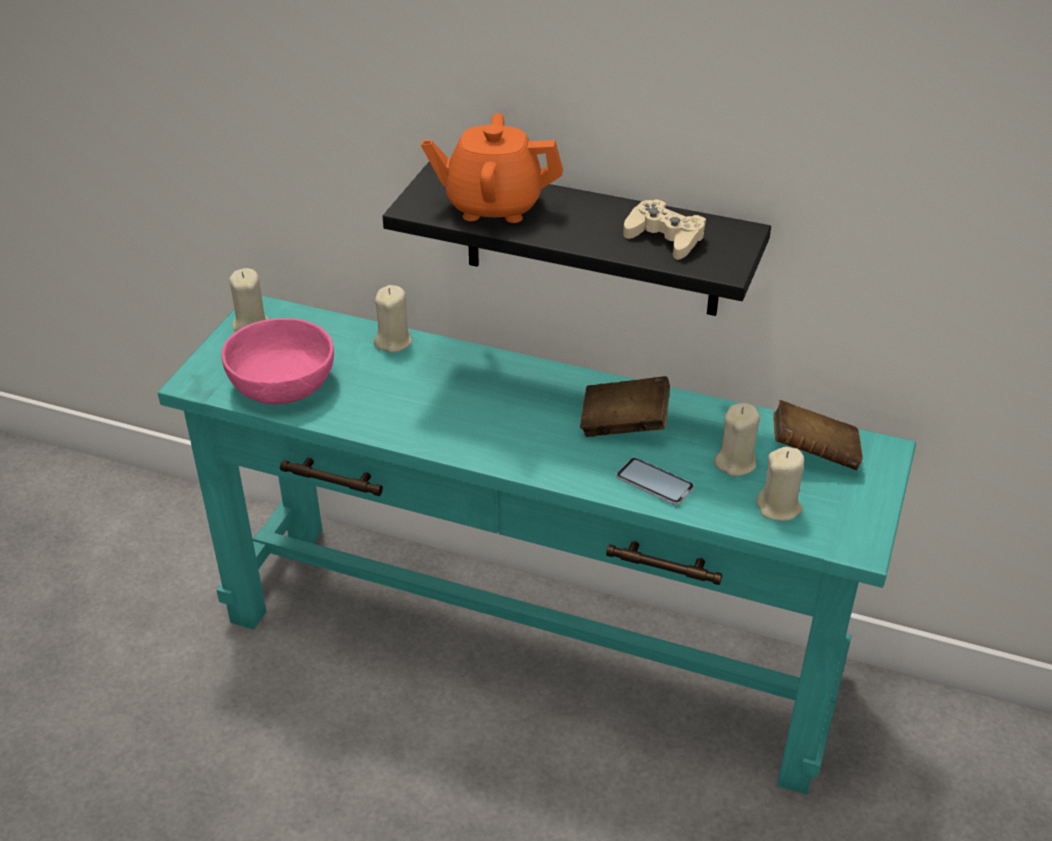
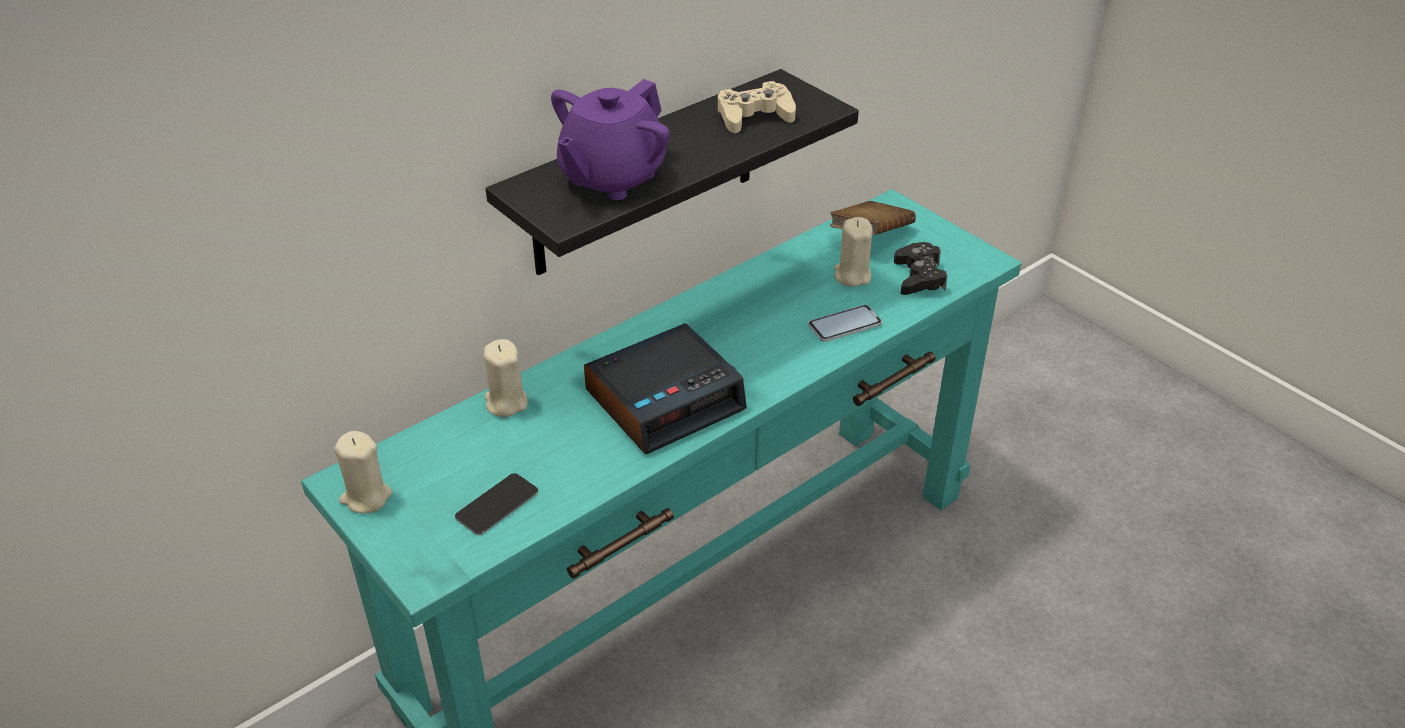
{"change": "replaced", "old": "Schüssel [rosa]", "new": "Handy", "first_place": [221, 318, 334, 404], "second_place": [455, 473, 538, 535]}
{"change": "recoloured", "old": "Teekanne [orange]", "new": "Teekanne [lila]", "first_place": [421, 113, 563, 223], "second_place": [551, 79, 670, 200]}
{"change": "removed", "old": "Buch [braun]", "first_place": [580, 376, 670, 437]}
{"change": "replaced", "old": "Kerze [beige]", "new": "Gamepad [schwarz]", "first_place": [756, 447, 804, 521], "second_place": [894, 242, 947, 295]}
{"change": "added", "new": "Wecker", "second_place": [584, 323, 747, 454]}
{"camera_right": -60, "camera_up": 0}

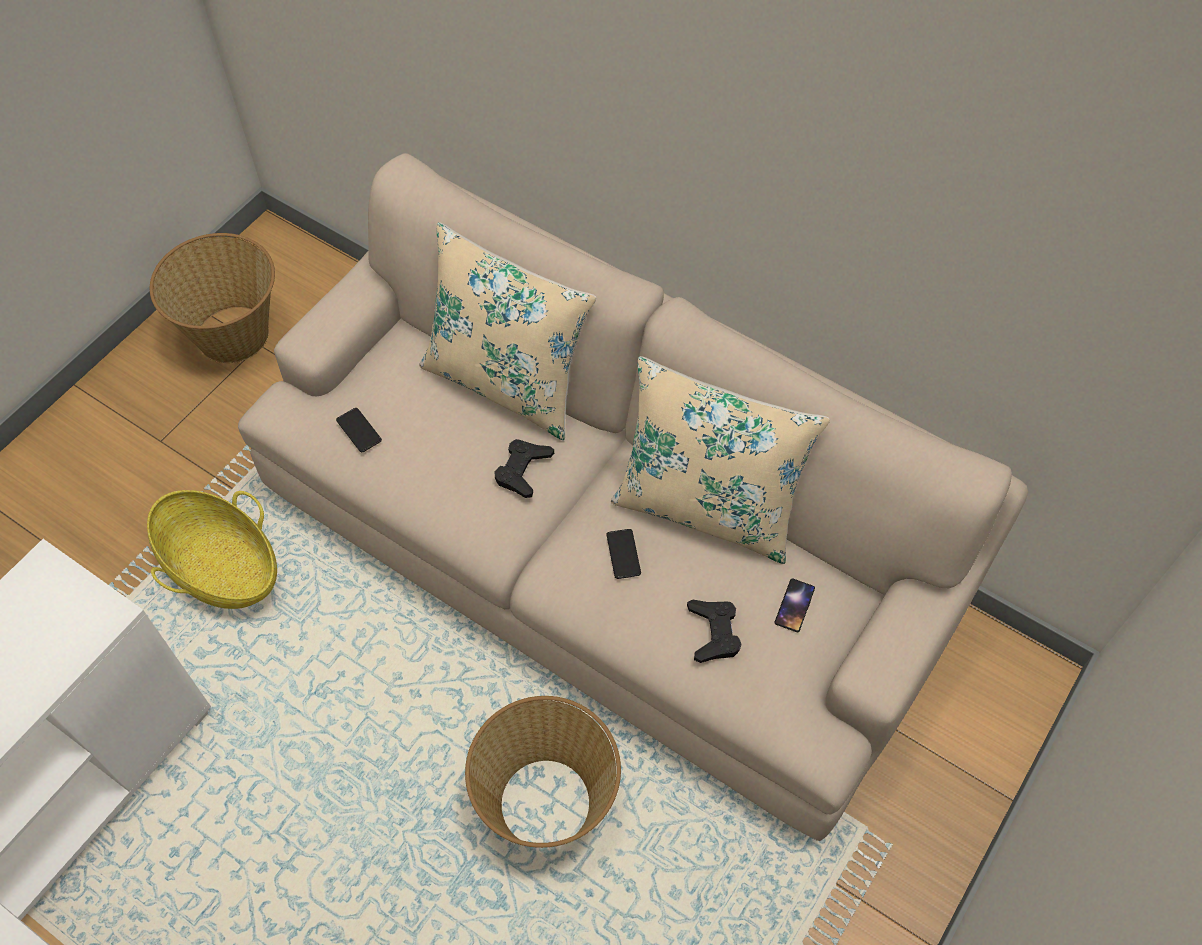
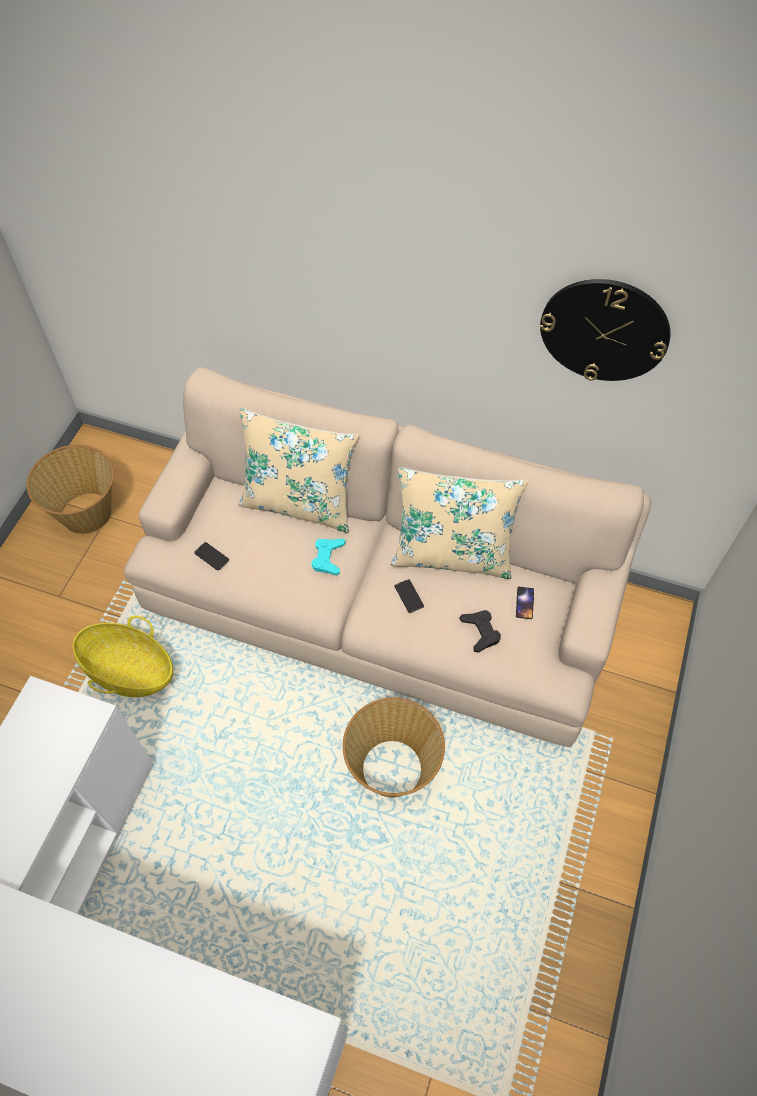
{"change": "recoloured", "old": "Gamepad [schwarz]", "new": "Gamepad [türkis]", "first_place": [495, 439, 554, 498], "second_place": [311, 539, 346, 575]}
{"change": "added", "new": "Wanduhr", "second_place": [540, 279, 671, 381]}
{"camera_right": -15, "camera_up": 0}

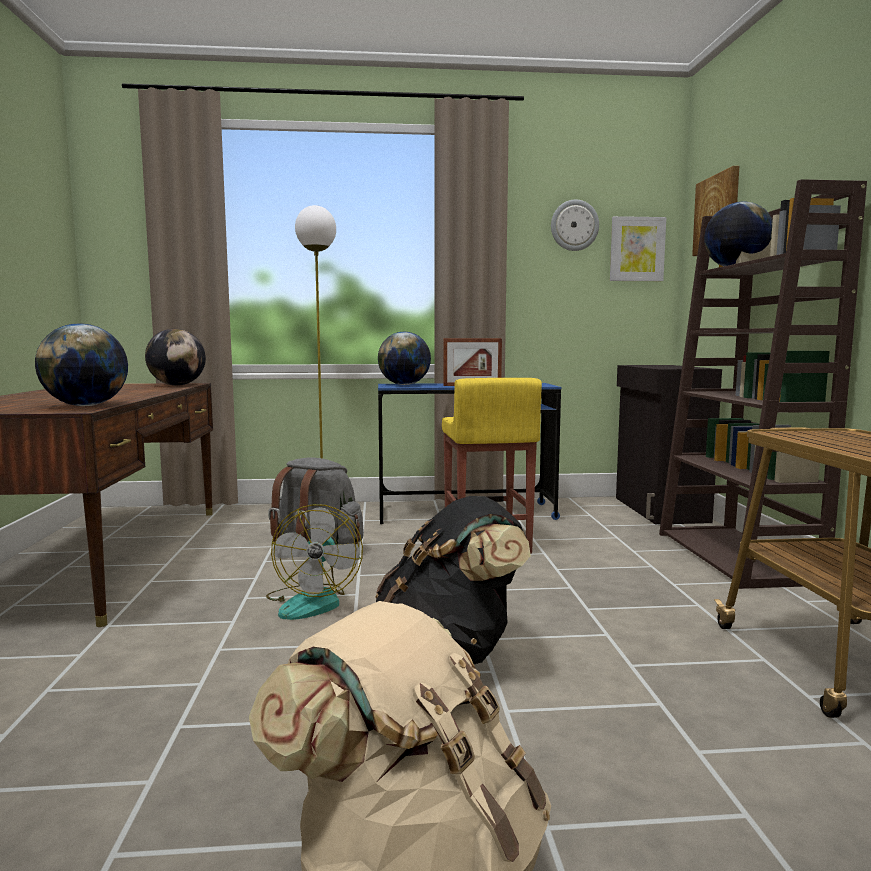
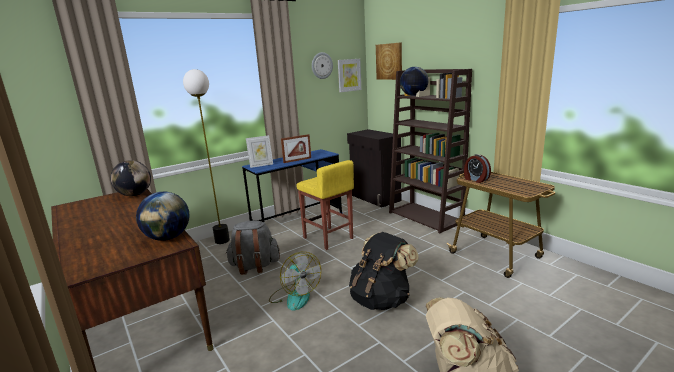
{"change": "replaced", "old": "Globus", "new": "Bilderrahmen", "first_place": [378, 332, 431, 385], "second_place": [246, 135, 273, 168]}
{"change": "added", "new": "Wecker", "second_place": [464, 154, 491, 183]}
{"camera_right": -30, "camera_up": 10}

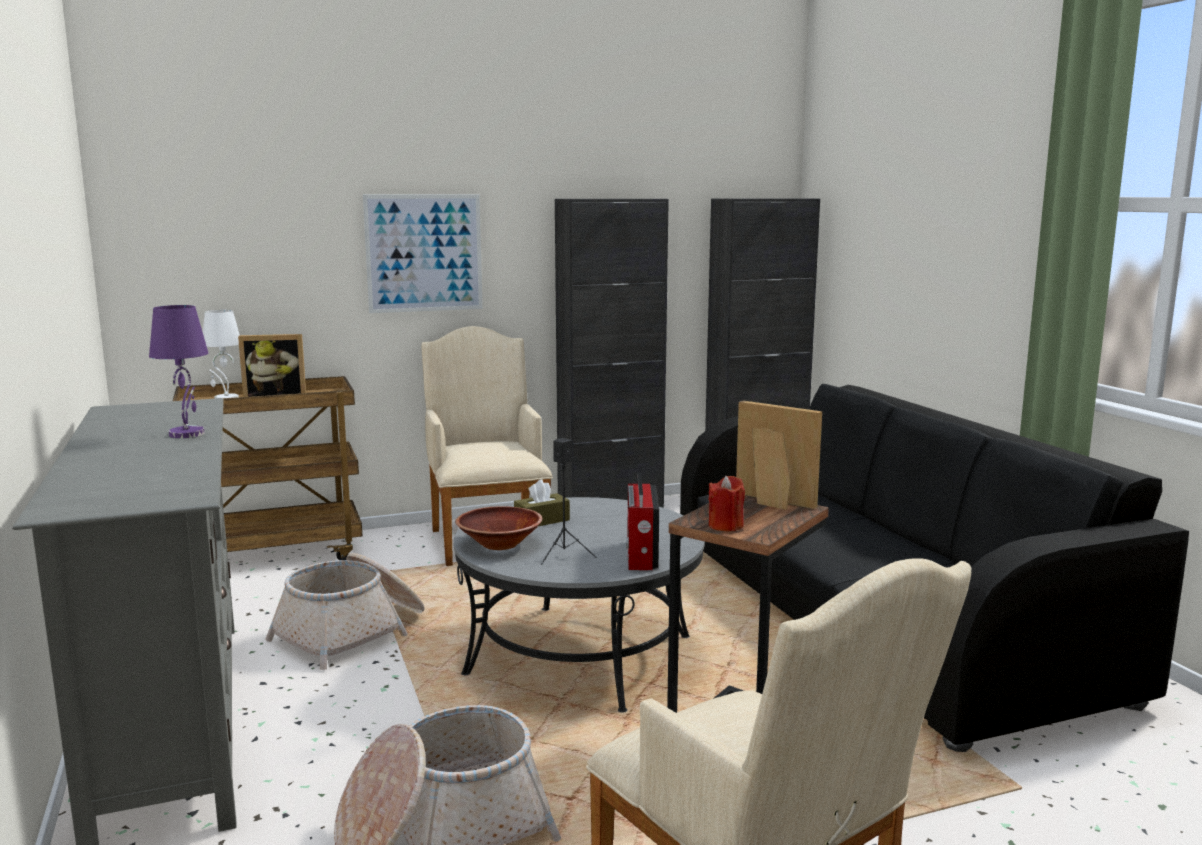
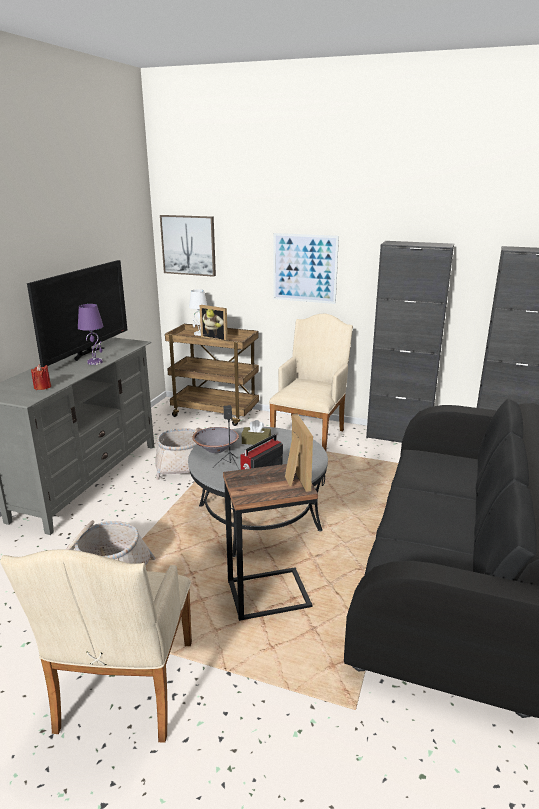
{"change": "recoloured", "old": "Schüssel [braun]", "new": "Schüssel [grau]", "first_place": [455, 506, 542, 550], "second_place": [192, 427, 239, 453]}
{"change": "moved", "old": "Kerze [rot]", "first_place": [709, 476, 745, 531], "second_place": [31, 364, 51, 390]}
{"change": "added", "new": "Fernseher", "second_place": [27, 260, 127, 367]}
{"change": "added", "new": "Bild", "second_place": [160, 215, 216, 277]}
{"camera_right": 40, "camera_up": 10}

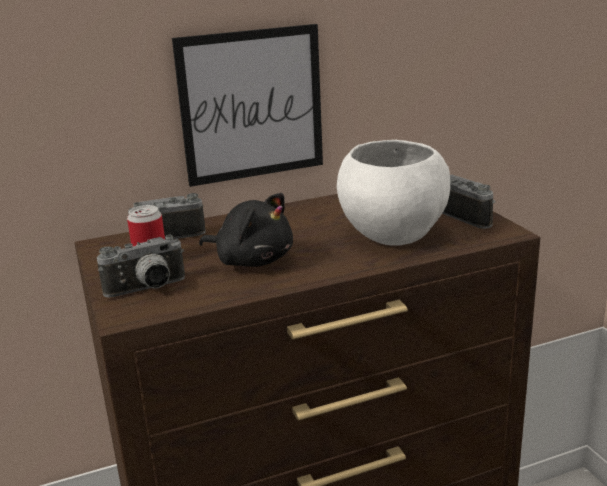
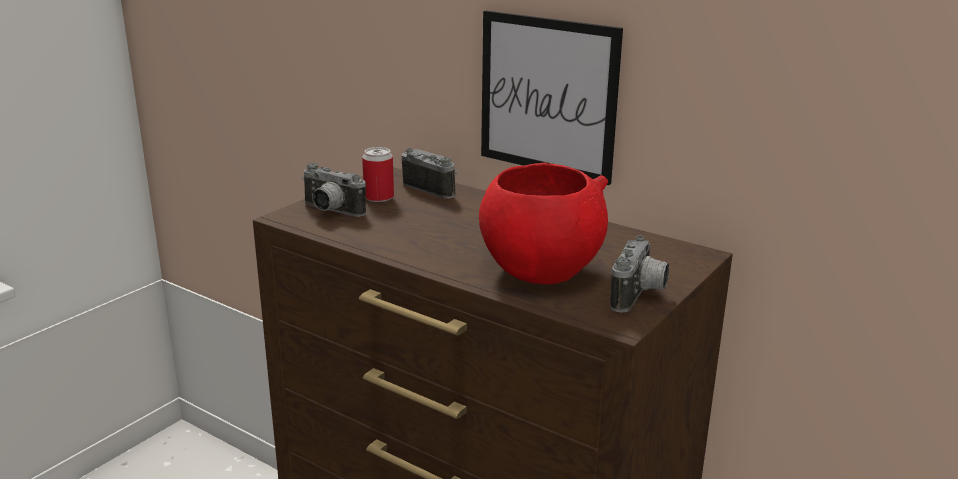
{"change": "removed", "old": "Plüschtier [schwarz]", "first_place": [199, 193, 293, 267]}
{"change": "recoloured", "old": "Schüssel [weiß]", "new": "Schüssel [rot]", "first_place": [337, 140, 450, 246], "second_place": [479, 162, 608, 284]}
{"camera_right": 55, "camera_up": 0}

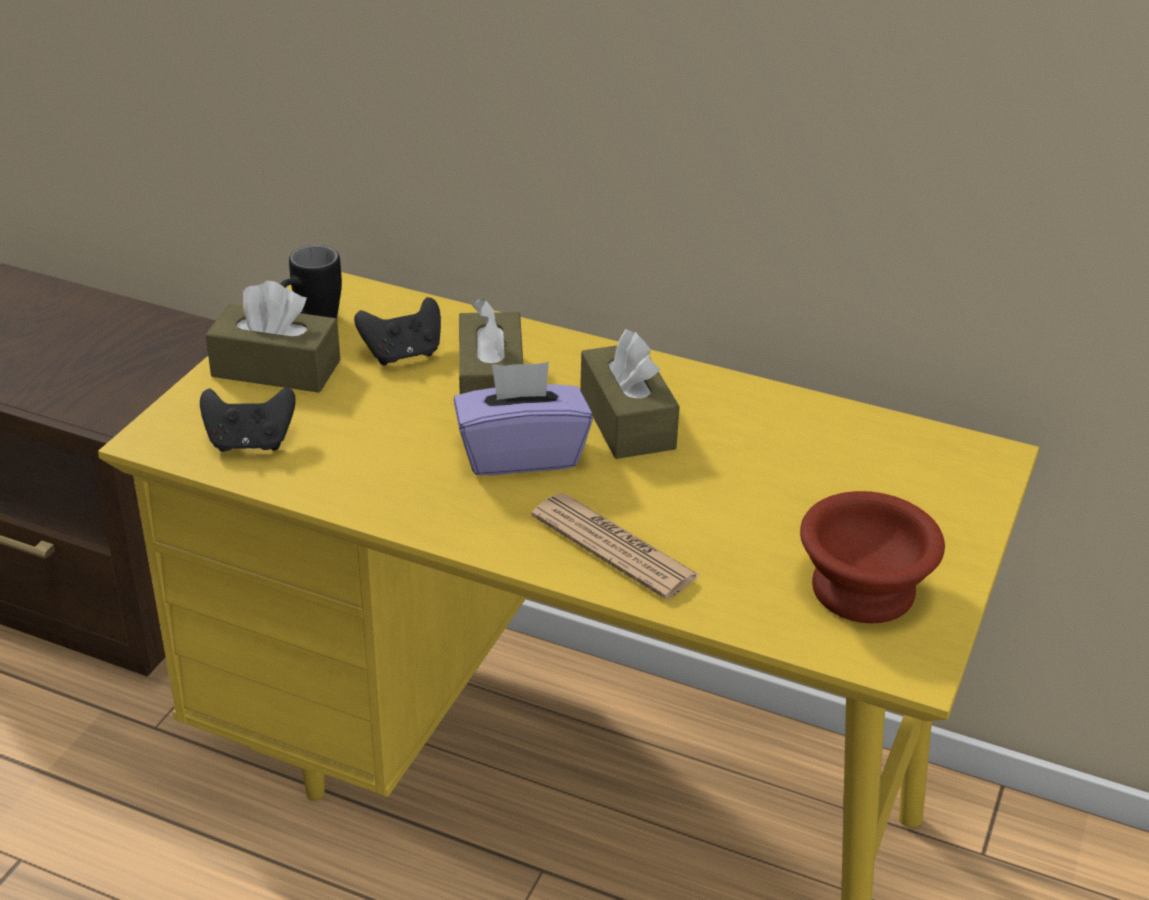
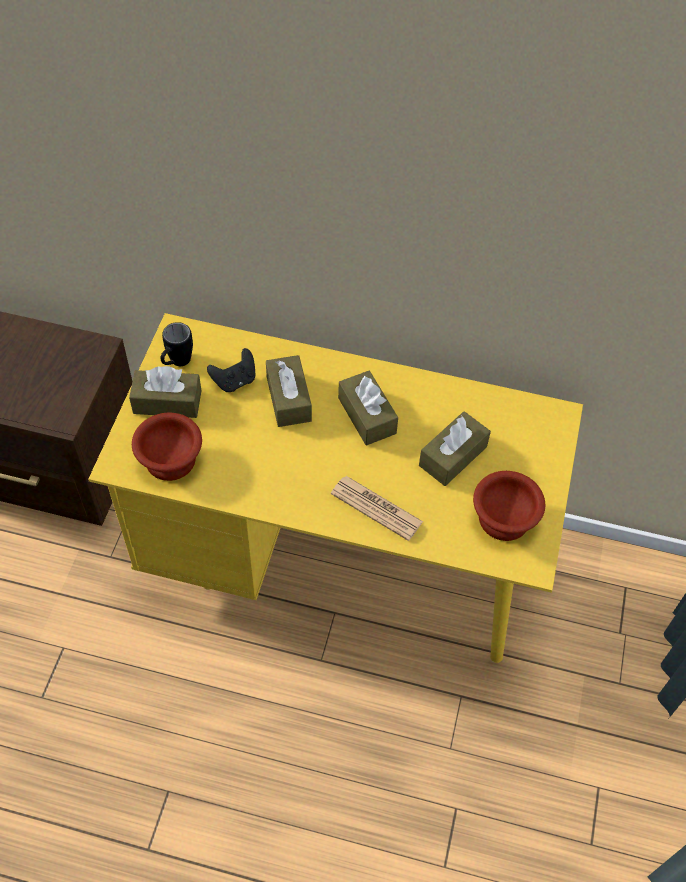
{"change": "replaced", "old": "Gamepad [schwarz]", "new": "Schüssel [braun]", "first_place": [200, 387, 296, 452], "second_place": [132, 413, 202, 481]}
{"change": "removed", "old": "Taschentuchbox [lila]", "first_place": [454, 362, 593, 475]}
{"change": "added", "new": "Taschentuchbox [braun]", "second_place": [419, 411, 491, 486]}
{"camera_right": -10, "camera_up": 20}

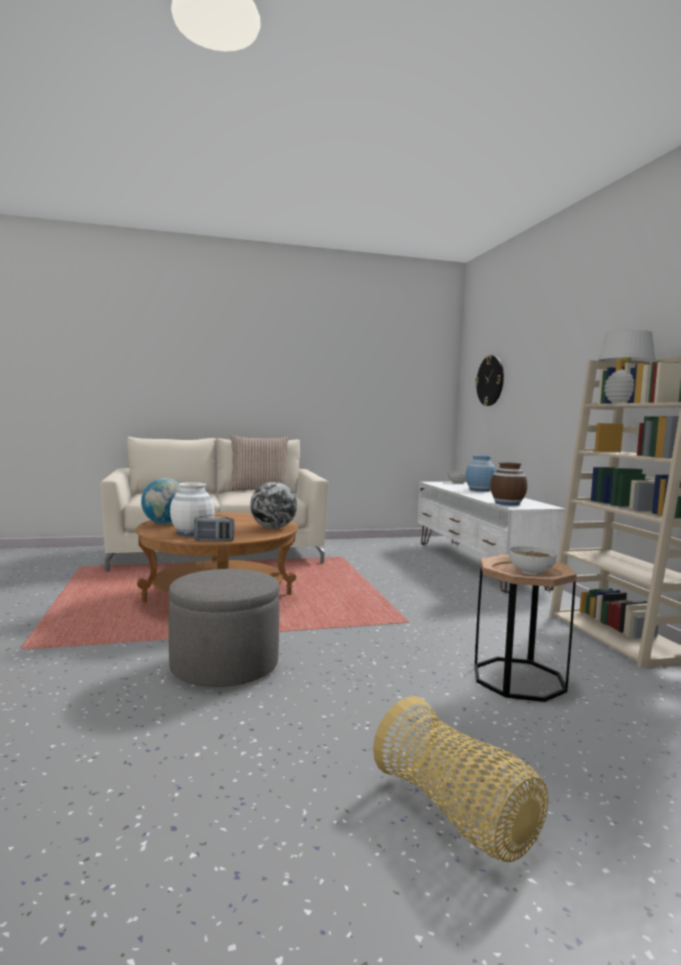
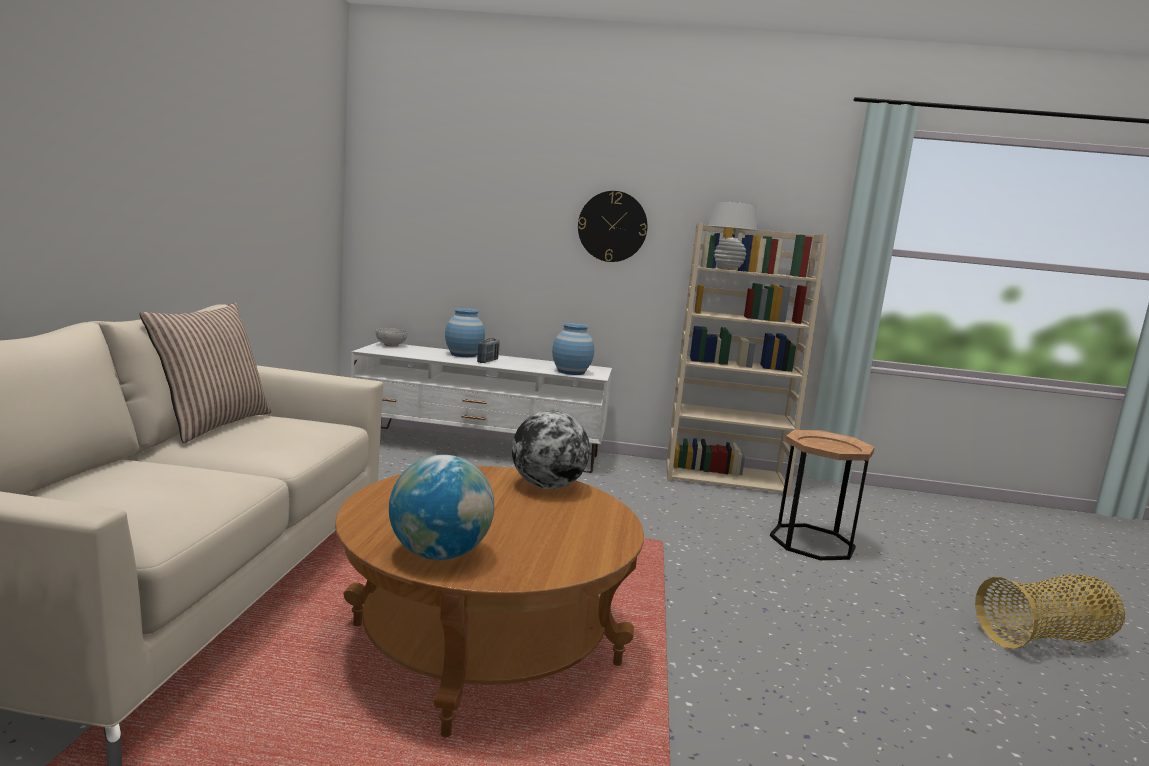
{"change": "removed", "old": "Polsterhocker [grau]", "first_place": [169, 569, 279, 687]}
{"change": "removed", "old": "Vase [weiß]", "first_place": [170, 482, 215, 536]}
{"change": "moved", "old": "Radio", "first_place": [194, 515, 234, 541], "second_place": [477, 338, 500, 363]}
{"change": "moved", "old": "Wanduhr", "first_place": [475, 355, 504, 406], "second_place": [578, 191, 647, 262]}
{"change": "recoloured", "old": "Vase [braun]", "new": "Vase [blau]", "first_place": [490, 462, 527, 506], "second_place": [552, 323, 594, 375]}
{"change": "removed", "old": "Schüssel", "first_place": [509, 546, 557, 575]}
{"camera_right": -70, "camera_up": 5}

